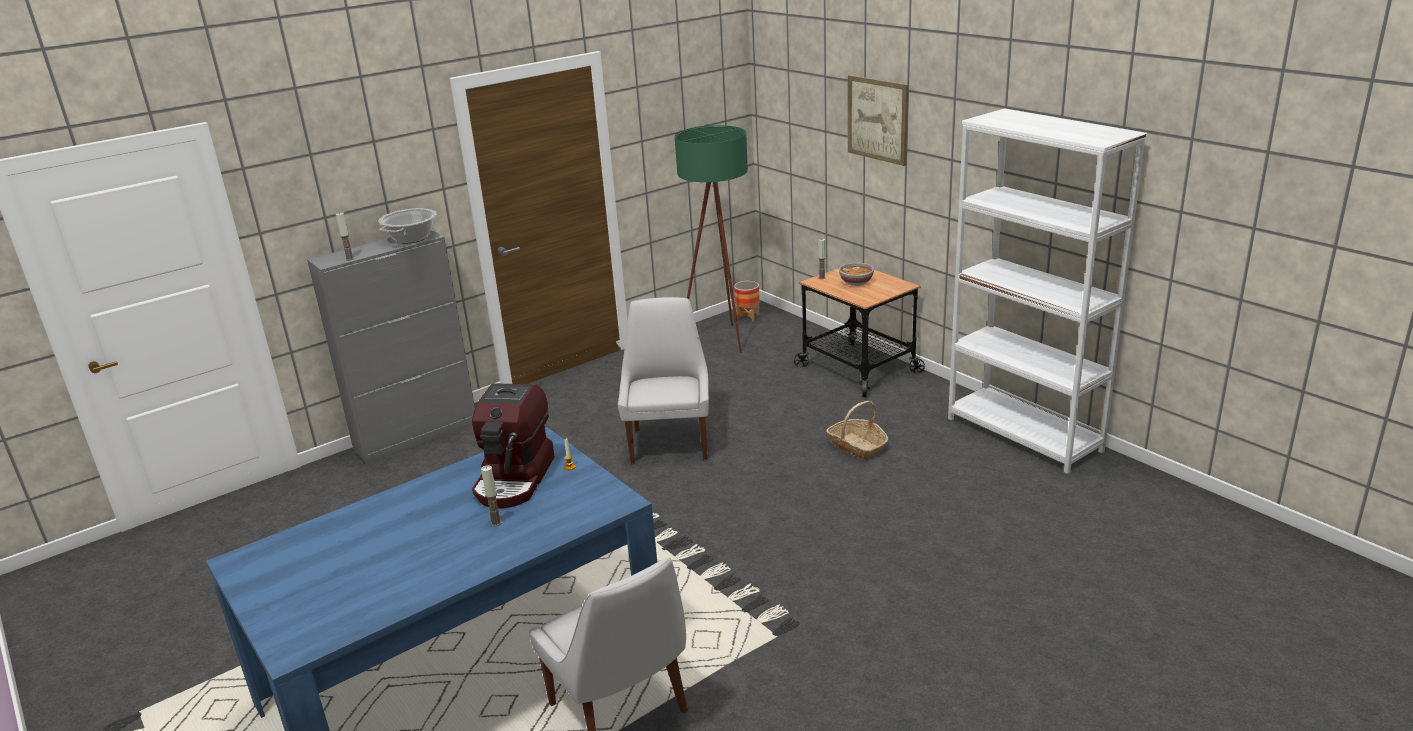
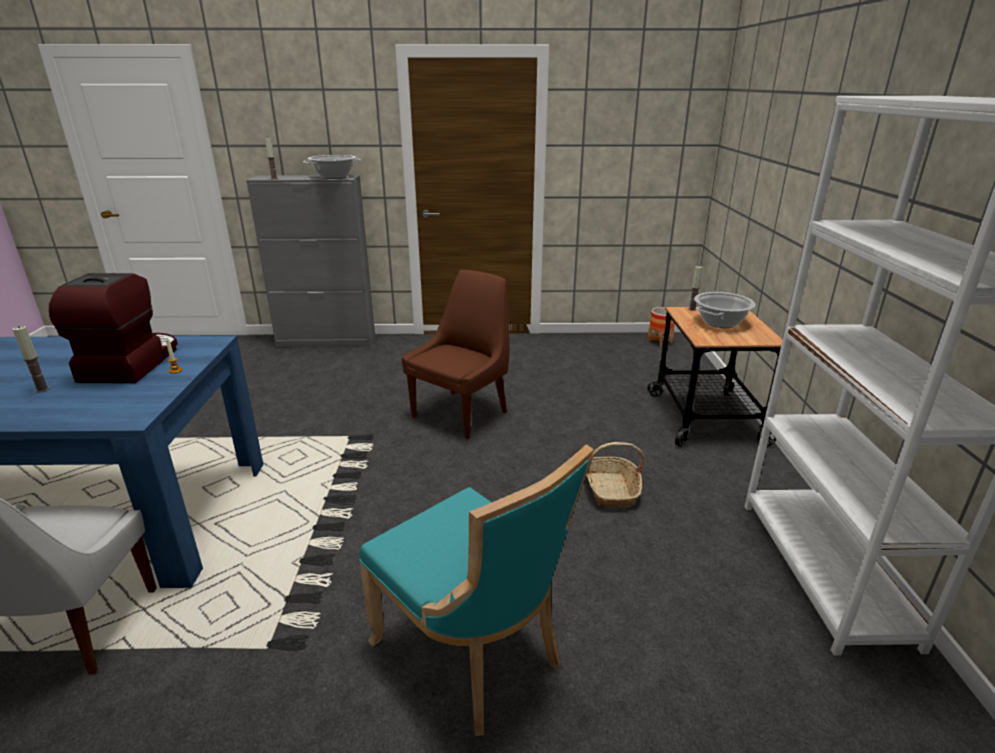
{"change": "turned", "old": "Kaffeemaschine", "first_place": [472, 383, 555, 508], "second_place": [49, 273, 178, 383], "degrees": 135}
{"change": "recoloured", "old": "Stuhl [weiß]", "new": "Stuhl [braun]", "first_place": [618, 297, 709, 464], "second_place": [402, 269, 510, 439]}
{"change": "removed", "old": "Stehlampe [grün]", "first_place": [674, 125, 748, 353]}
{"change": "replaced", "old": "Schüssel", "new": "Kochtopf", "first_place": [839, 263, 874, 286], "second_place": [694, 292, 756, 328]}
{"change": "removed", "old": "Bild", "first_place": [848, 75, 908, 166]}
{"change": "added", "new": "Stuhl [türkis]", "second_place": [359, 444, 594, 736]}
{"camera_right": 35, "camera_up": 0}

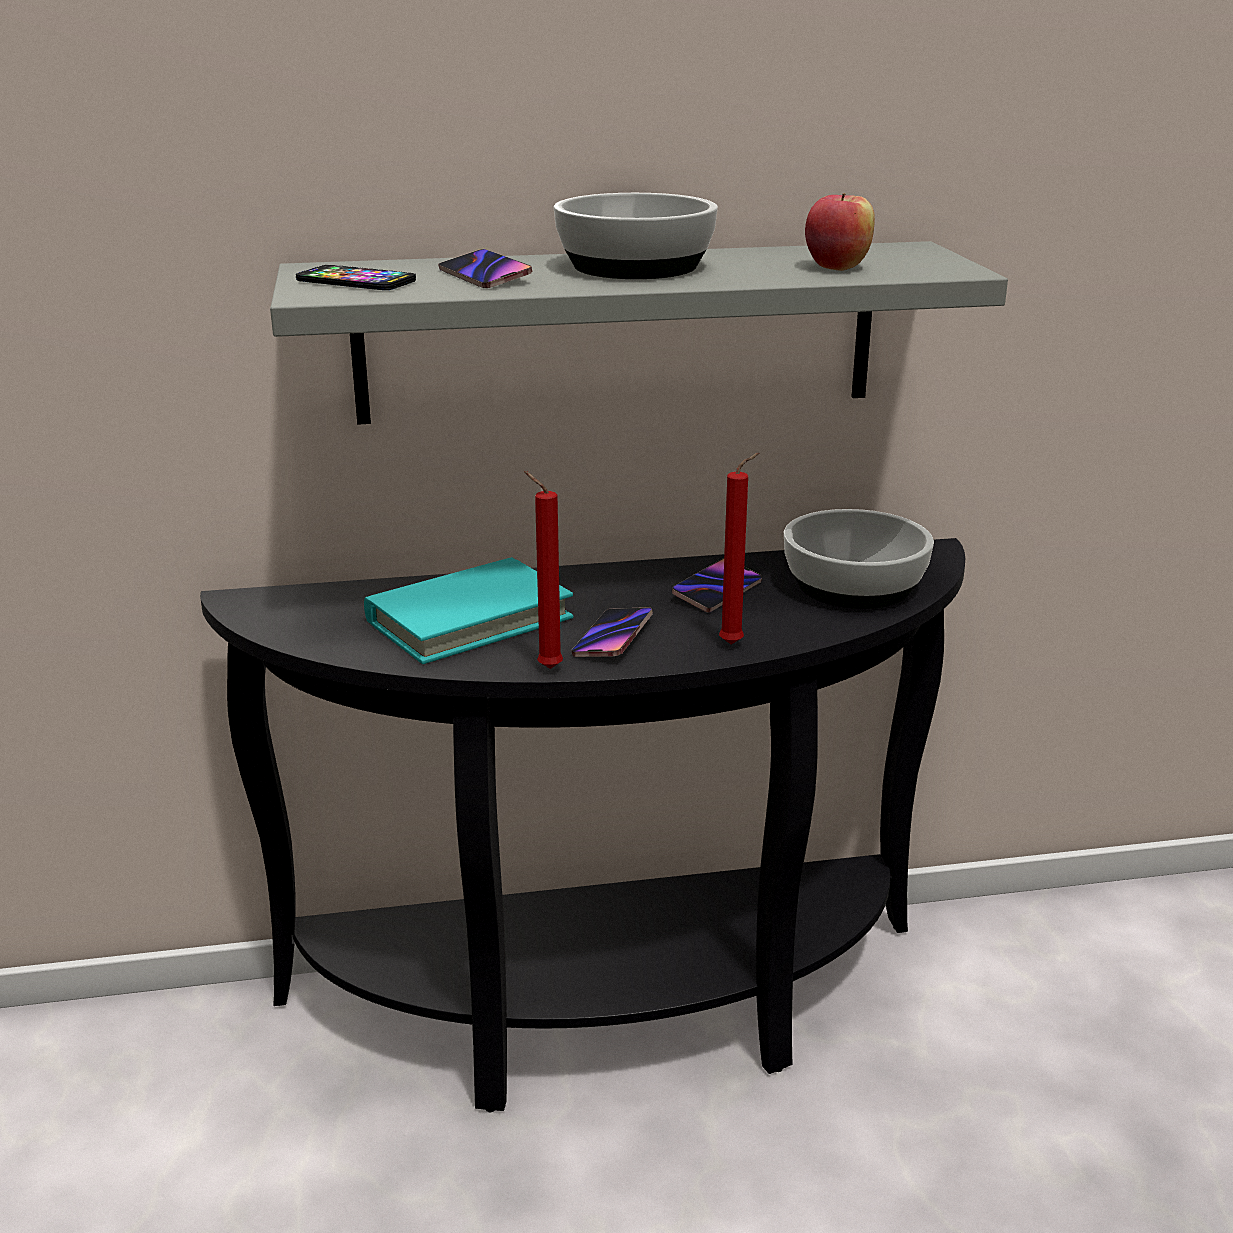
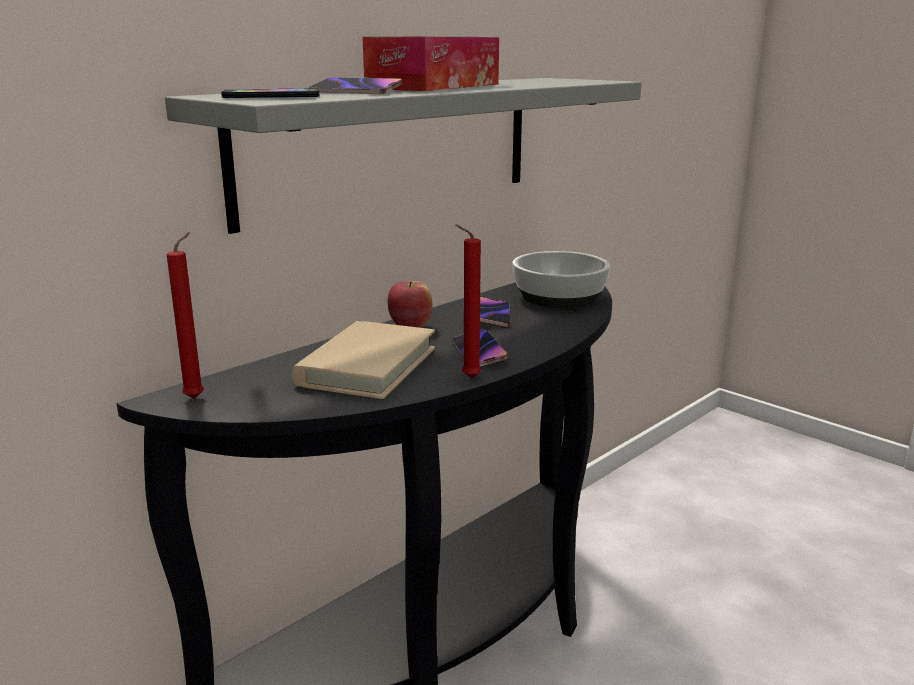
{"change": "recoloured", "old": "Buch [türkis]", "new": "Buch [beige]", "first_place": [364, 557, 573, 664], "second_place": [292, 321, 435, 399]}
{"change": "replaced", "old": "Schüssel", "new": "Taschentuchbox", "first_place": [553, 193, 718, 279], "second_place": [362, 37, 499, 91]}
{"change": "moved", "old": "Kerze [rot]", "first_place": [719, 453, 760, 644], "second_place": [166, 232, 204, 399]}
{"change": "moved", "old": "Apfel", "first_place": [805, 193, 875, 271], "second_place": [388, 281, 432, 328]}
{"camera_right": -35, "camera_up": -5}

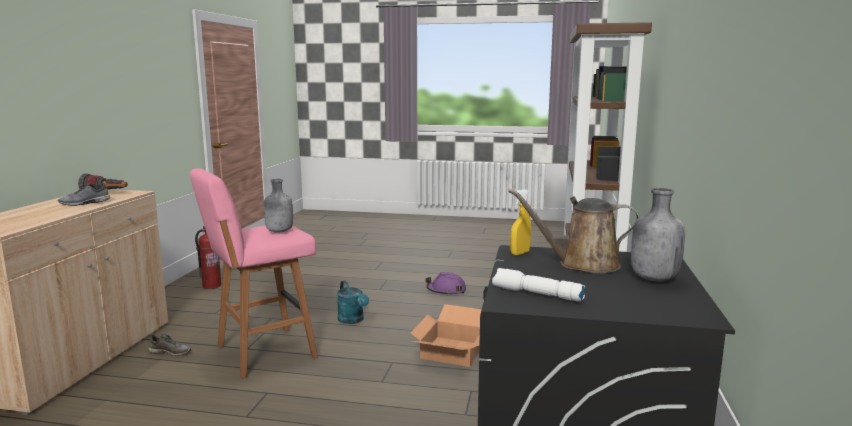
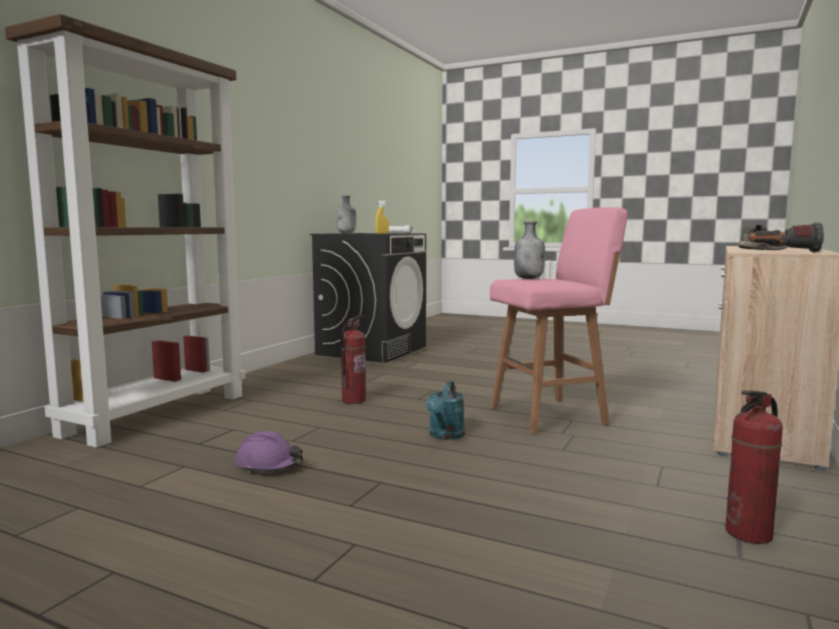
{"change": "removed", "old": "Schuh [grau]", "first_place": [148, 334, 191, 356]}
{"change": "turned", "old": "Gießkanne [türkis]", "first_place": [337, 281, 369, 324], "second_place": [426, 381, 465, 440], "degrees": -150}
{"change": "replaced", "old": "Karton", "new": "Feuerlöscher", "first_place": [411, 304, 482, 367], "second_place": [341, 315, 366, 404]}
{"change": "removed", "old": "Gießkanne [braun]", "first_place": [508, 189, 639, 273]}
{"camera_right": -165, "camera_up": -5}

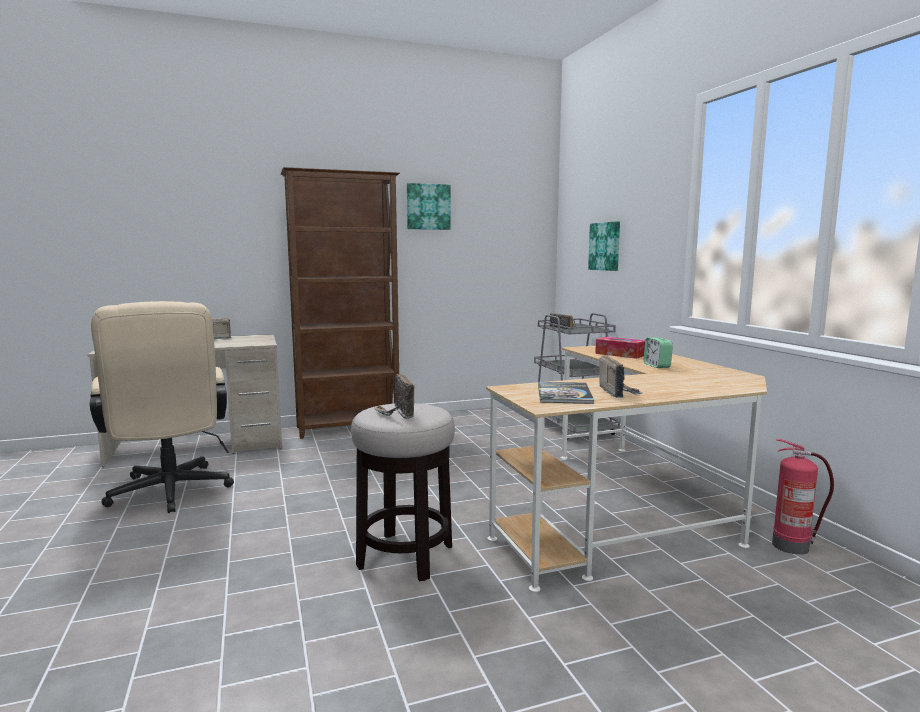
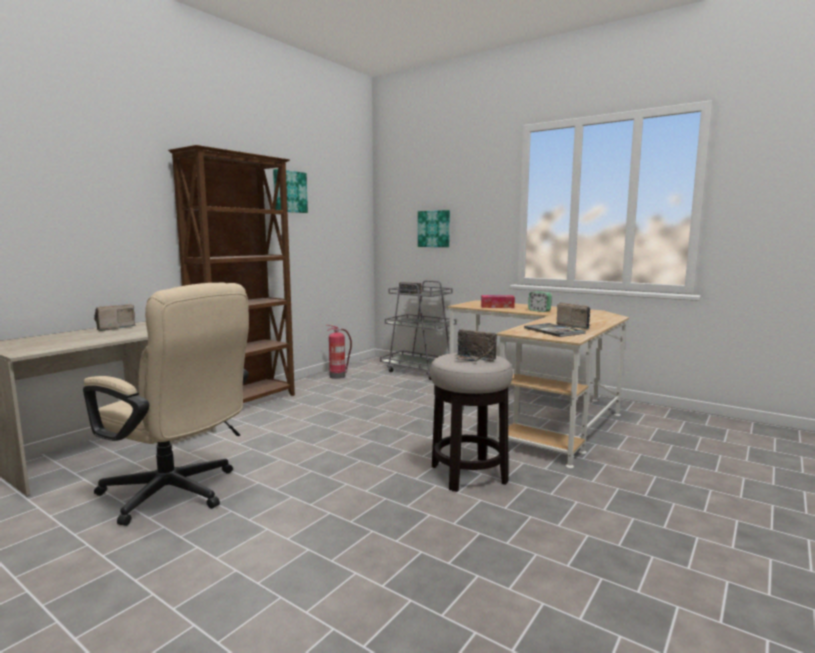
{"change": "moved", "old": "Feuerlöscher", "first_place": [772, 439, 834, 555], "second_place": [326, 325, 352, 379]}
{"camera_right": -35, "camera_up": 0}

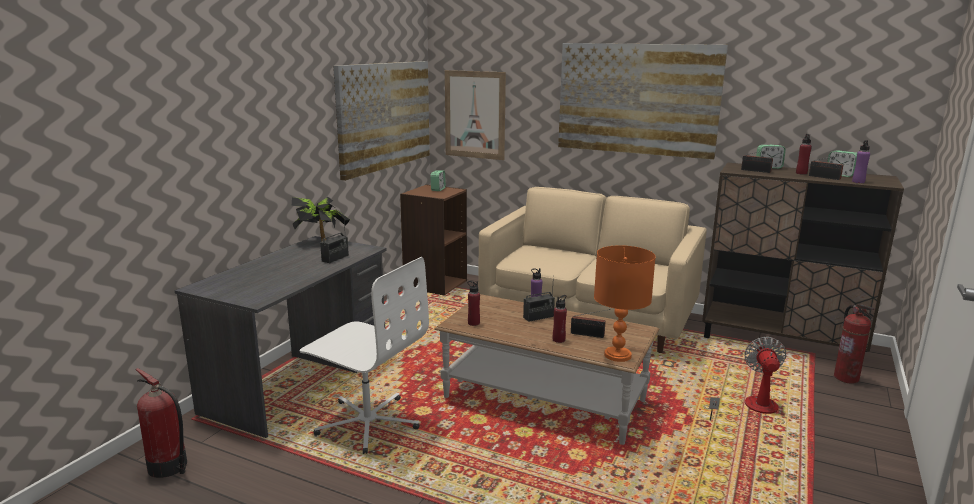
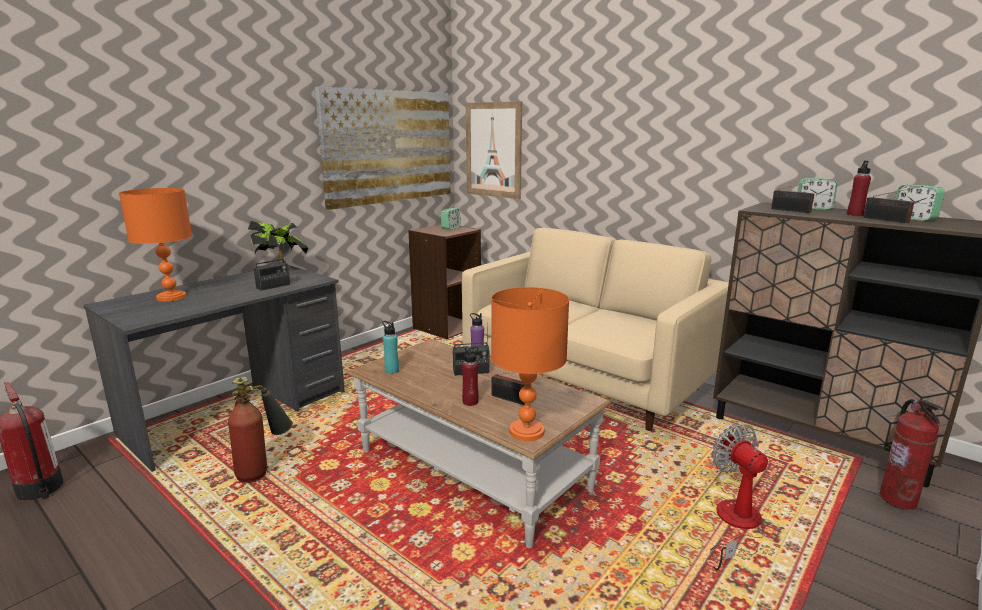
{"change": "replaced", "old": "Bürostuhl [weiß]", "new": "Feuerlöscher", "first_place": [299, 257, 429, 454], "second_place": [228, 377, 293, 483]}
{"change": "recoloured", "old": "Flasche [rot]", "new": "Flasche [türkis]", "first_place": [468, 281, 480, 326], "second_place": [382, 321, 399, 374]}
{"change": "removed", "old": "Bild", "first_place": [558, 43, 728, 160]}
{"change": "turned", "old": "Ventilator", "first_place": [709, 337, 786, 423], "second_place": [710, 424, 768, 570], "degrees": -45}
{"change": "removed", "old": "Flasche [lila]", "first_place": [852, 140, 870, 183]}
{"change": "added", "new": "Tischlampe [orange]", "second_place": [119, 188, 192, 302]}
{"camera_right": 15, "camera_up": 0}

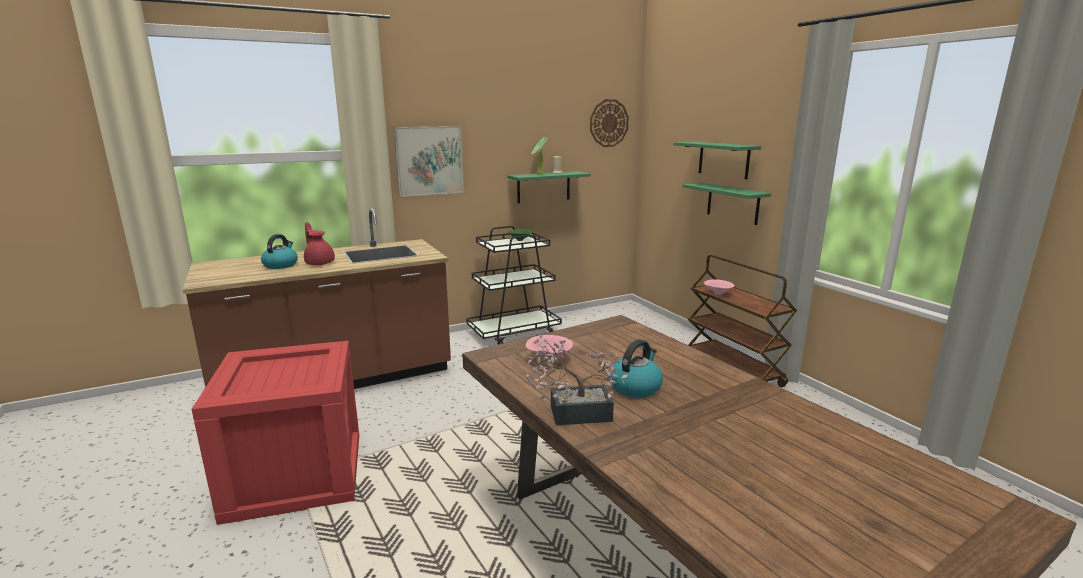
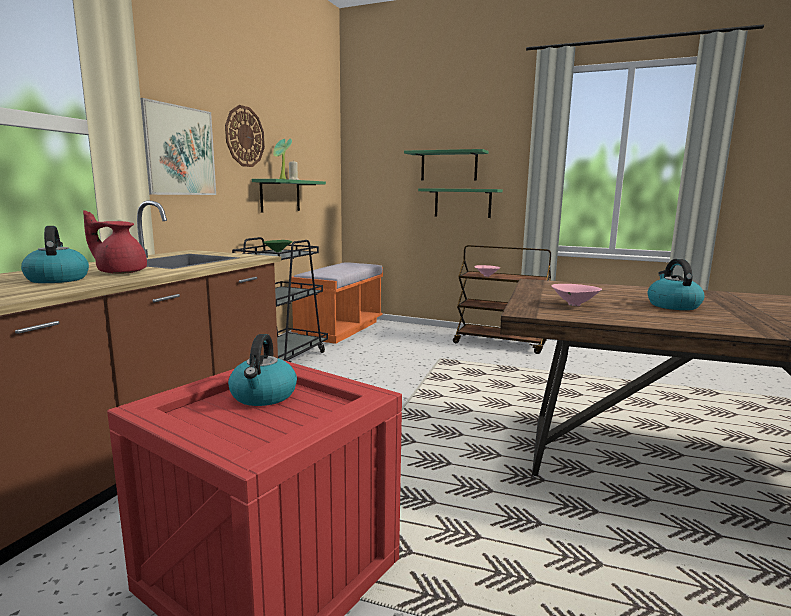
{"change": "removed", "old": "Topfpflanze", "first_place": [526, 335, 628, 425]}
{"change": "moved", "old": "Wanduhr", "first_place": [590, 99, 629, 147], "second_place": [225, 105, 265, 167]}
{"change": "added", "new": "Wasserkessel", "second_place": [228, 334, 297, 406]}
{"change": "added", "new": "Bank [orange]", "second_place": [291, 263, 383, 344]}
{"camera_right": -40, "camera_up": -5}

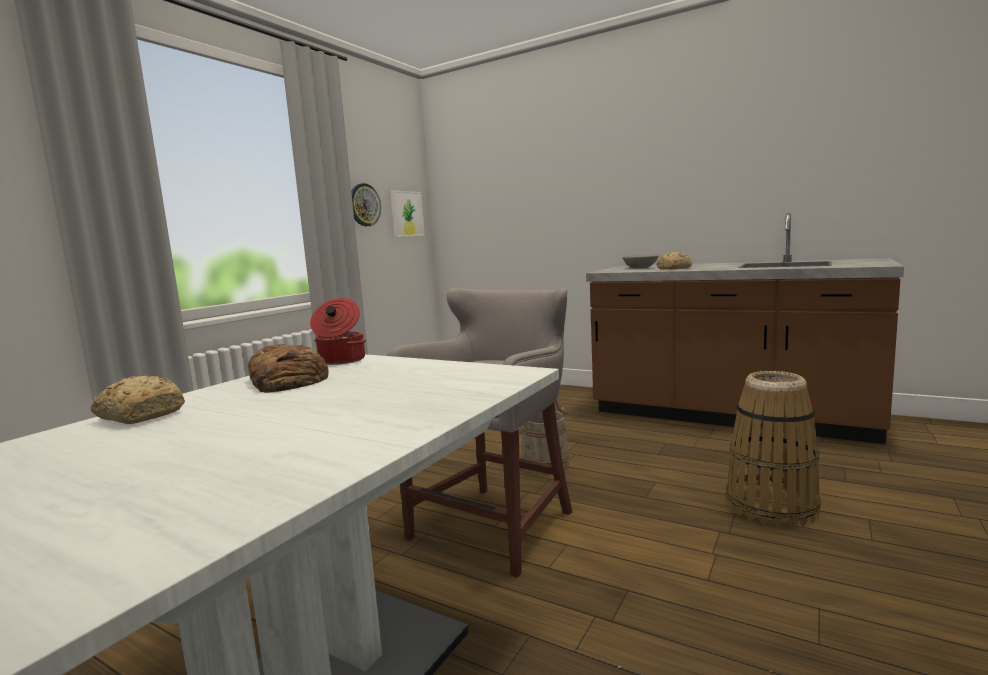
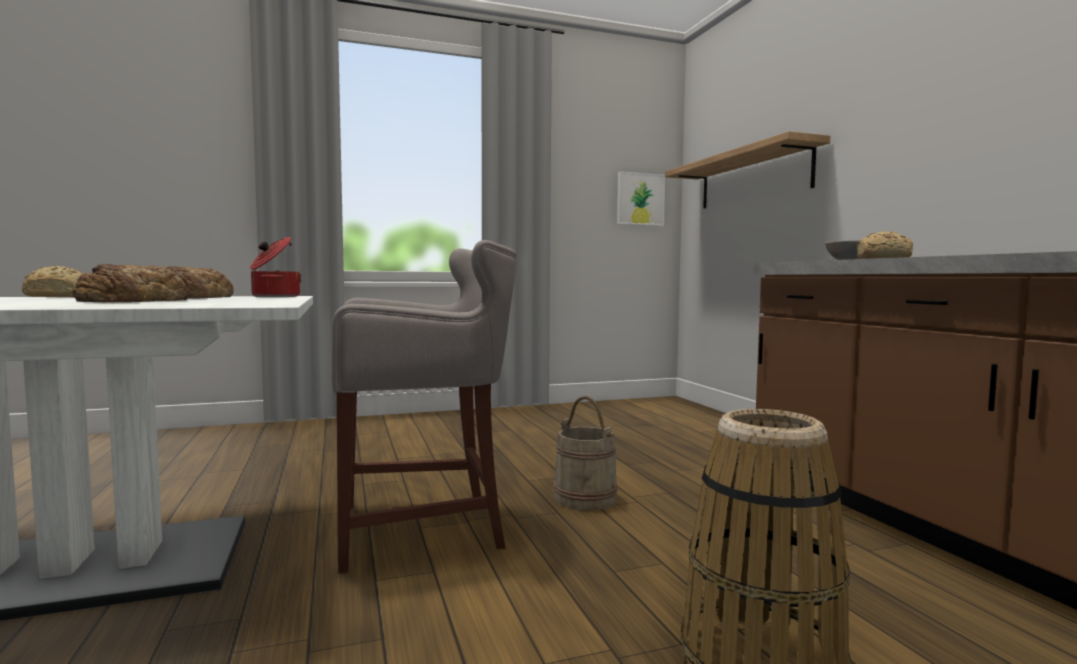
{"change": "removed", "old": "Wanduhr", "first_place": [351, 183, 381, 226]}
{"change": "added", "new": "Brot", "second_place": [72, 264, 189, 302]}
{"change": "added", "new": "Wandregal", "second_place": [665, 131, 830, 209]}
{"camera_right": 40, "camera_up": -5}

